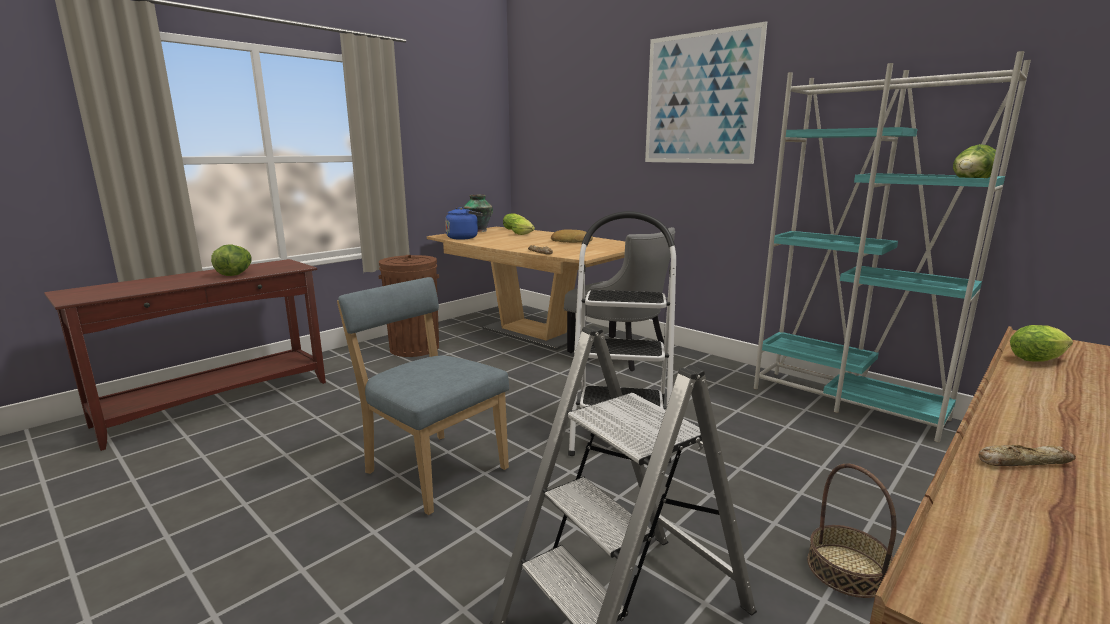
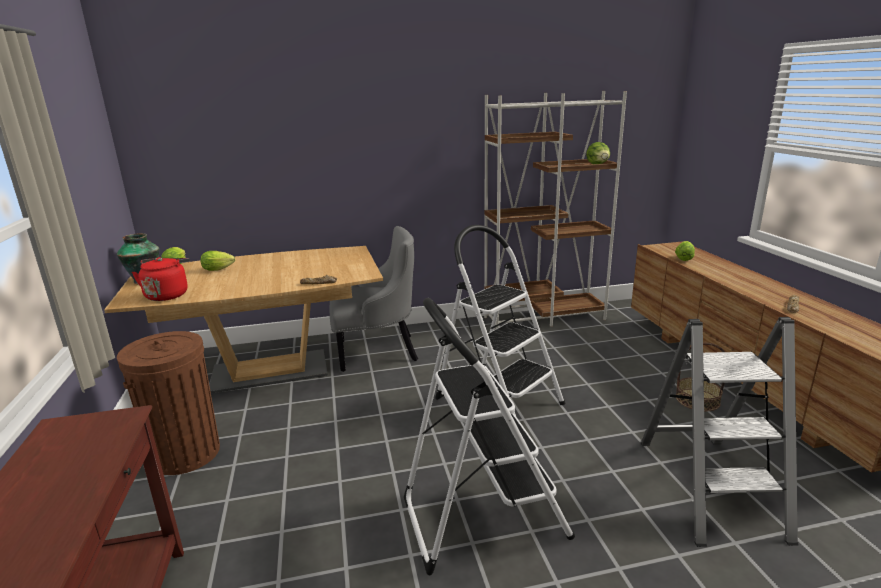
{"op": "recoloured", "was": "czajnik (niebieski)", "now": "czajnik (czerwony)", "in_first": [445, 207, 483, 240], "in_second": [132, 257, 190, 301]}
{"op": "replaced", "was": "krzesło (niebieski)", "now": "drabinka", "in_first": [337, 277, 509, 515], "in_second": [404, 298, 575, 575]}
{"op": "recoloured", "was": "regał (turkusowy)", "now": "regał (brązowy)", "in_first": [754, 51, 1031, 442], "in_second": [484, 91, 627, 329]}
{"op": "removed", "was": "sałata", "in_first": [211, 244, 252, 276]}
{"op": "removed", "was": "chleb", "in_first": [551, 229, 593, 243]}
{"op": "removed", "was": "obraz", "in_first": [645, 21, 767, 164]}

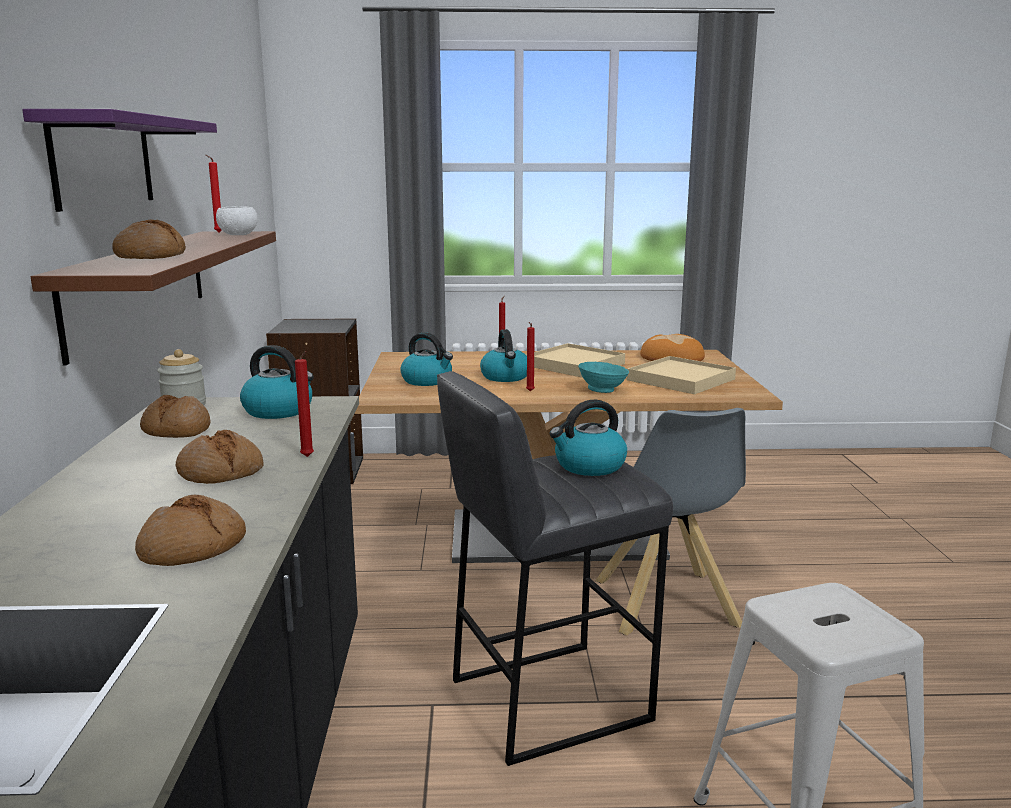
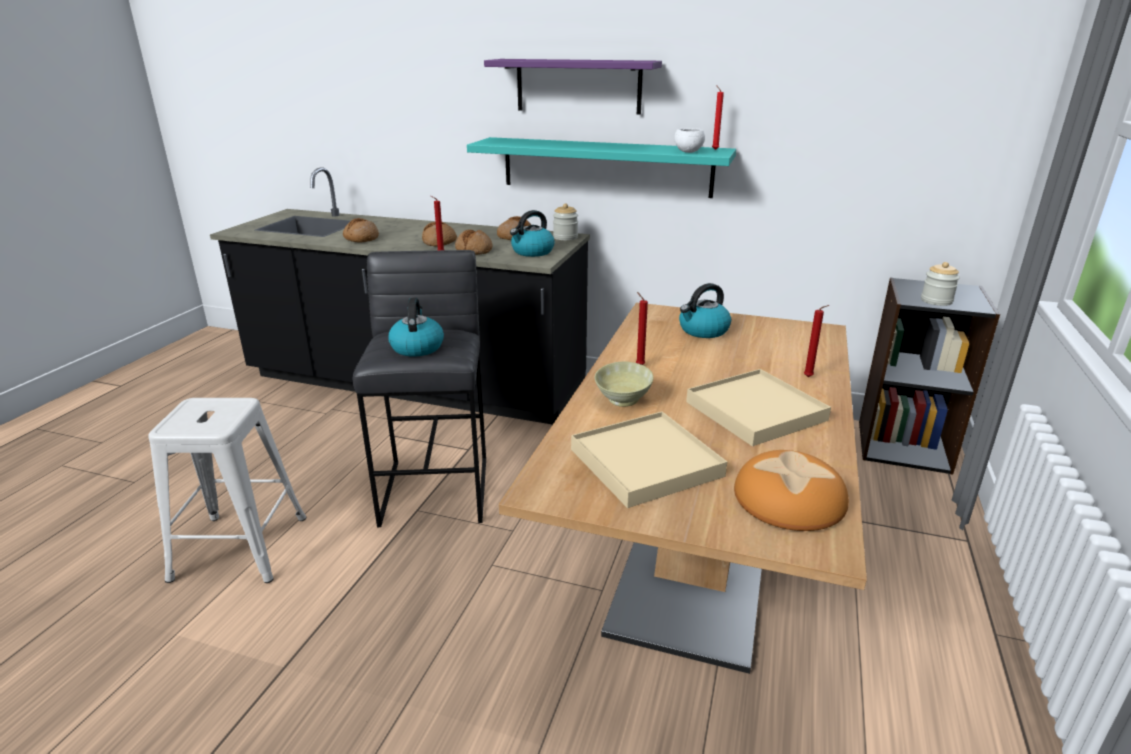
{"op": "moved", "was": "chleb", "in_first": [112, 219, 186, 259], "in_second": [455, 230, 492, 255]}
{"op": "recoloured", "was": "półka (brązowy)", "now": "półka (turkusowy)", "in_first": [31, 231, 276, 366], "in_second": [467, 137, 736, 198]}
{"op": "recoloured", "was": "miska (turkusowy)", "now": "miska (beżowy)", "in_first": [578, 362, 629, 393], "in_second": [595, 361, 653, 407]}
{"op": "added", "now": "słoik", "in_second": [921, 262, 960, 306]}
{"op": "removed", "was": "czajnik", "in_first": [480, 329, 527, 382]}
{"op": "removed", "was": "krzesło (szary)", "in_first": [595, 408, 746, 635]}

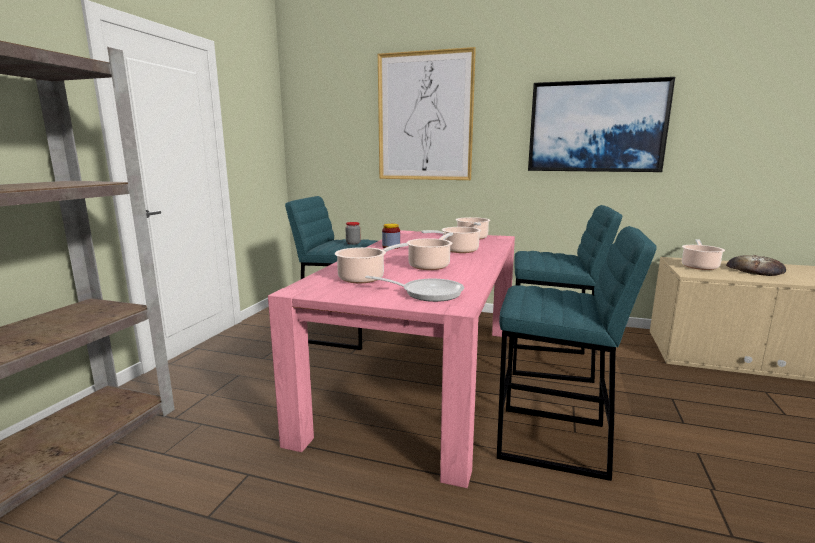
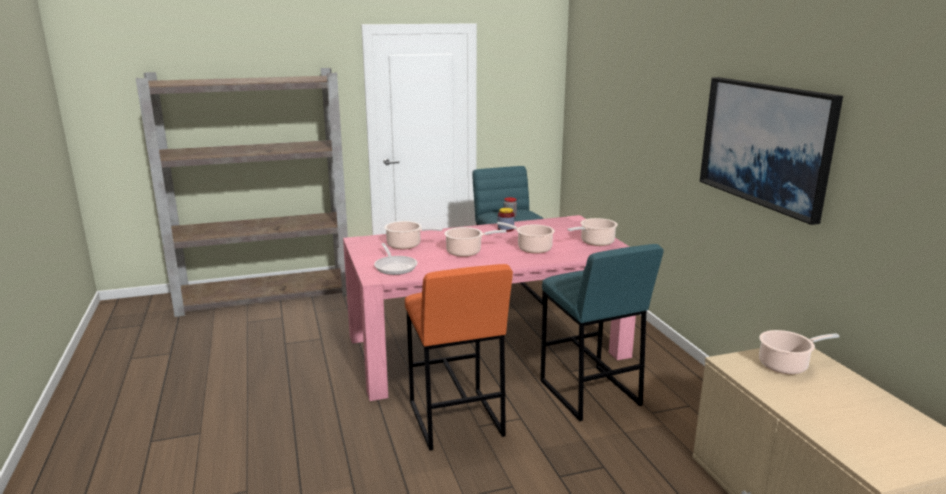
{"op": "recoloured", "was": "stołek (turkusowy)", "now": "stołek (pomarańczowy)", "in_first": [497, 226, 657, 481], "in_second": [405, 264, 513, 451]}
{"op": "removed", "was": "obraz", "in_first": [378, 47, 476, 180]}
{"op": "removed", "was": "chleb", "in_first": [726, 255, 786, 276]}

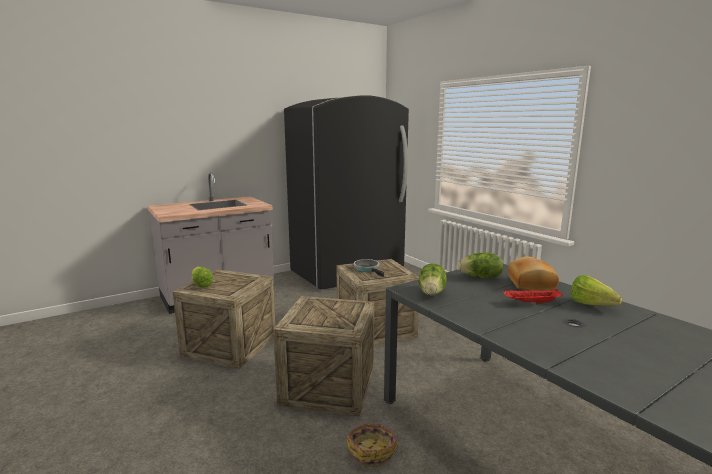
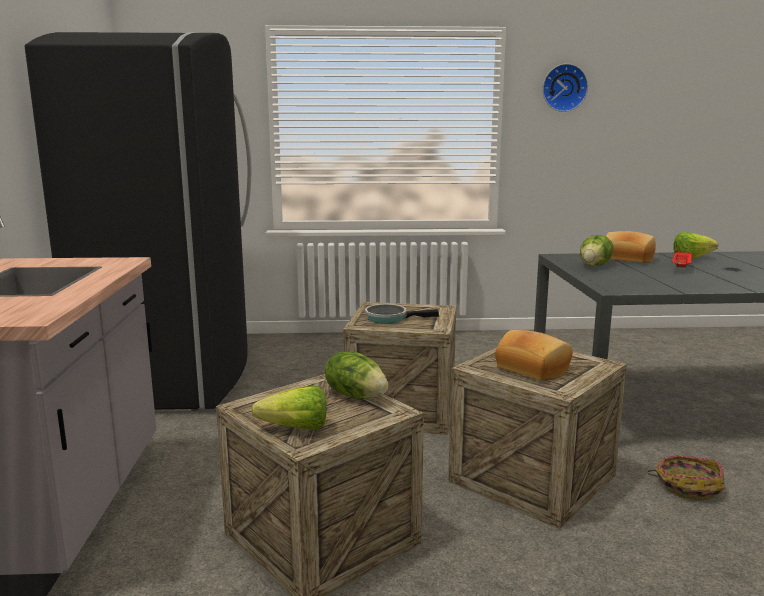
{"op": "moved", "was": "sałata", "in_first": [419, 264, 447, 296], "in_second": [325, 352, 388, 399]}
{"op": "added", "now": "chleb", "in_second": [495, 330, 573, 381]}
{"op": "added", "now": "zegar ścienny", "in_second": [543, 64, 588, 112]}

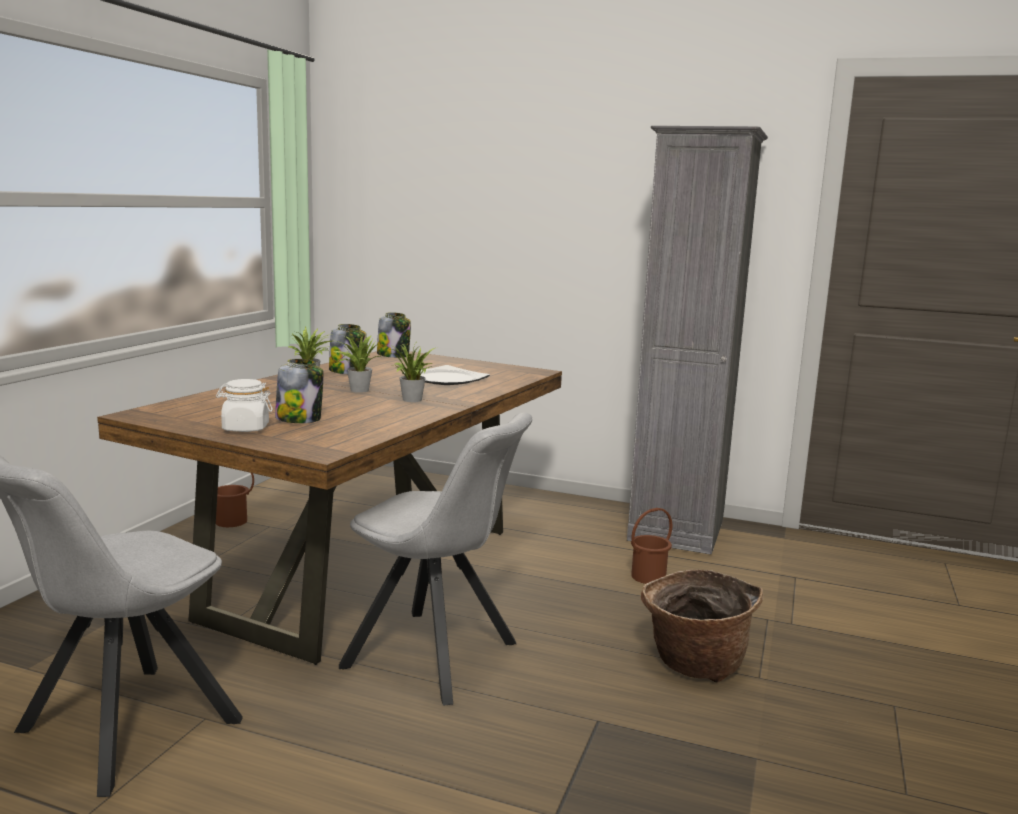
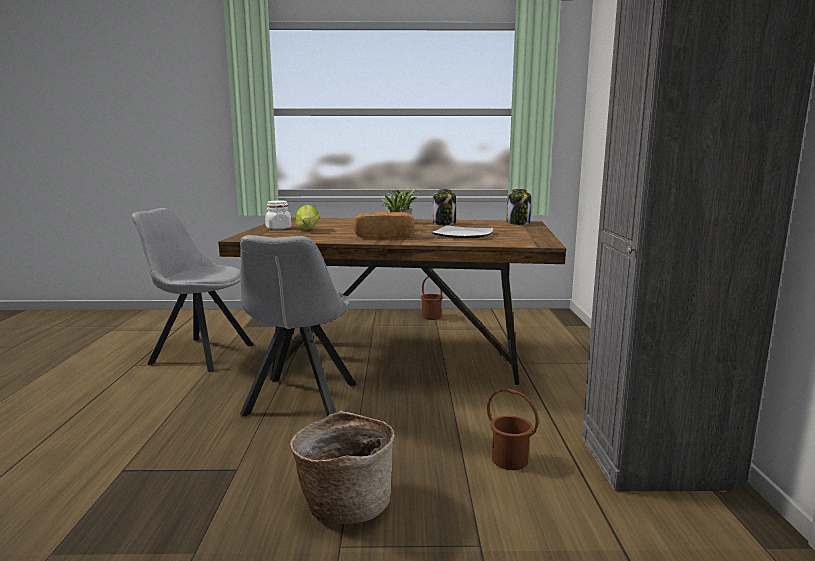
{"op": "replaced", "was": "słoik", "now": "sałata", "in_first": [275, 359, 324, 423], "in_second": [296, 204, 320, 230]}
{"op": "replaced", "was": "roślina doniczkowa", "now": "chleb", "in_first": [390, 343, 435, 402], "in_second": [353, 212, 414, 238]}

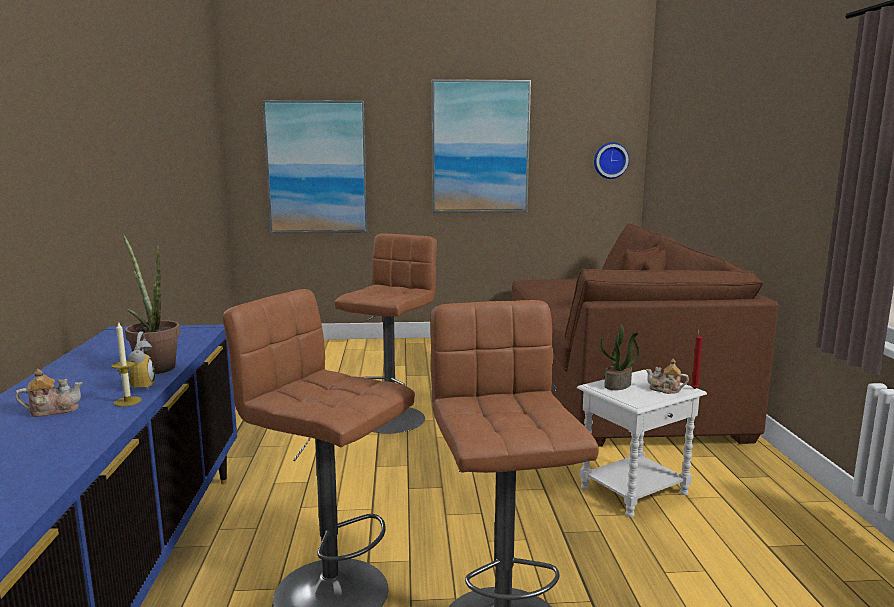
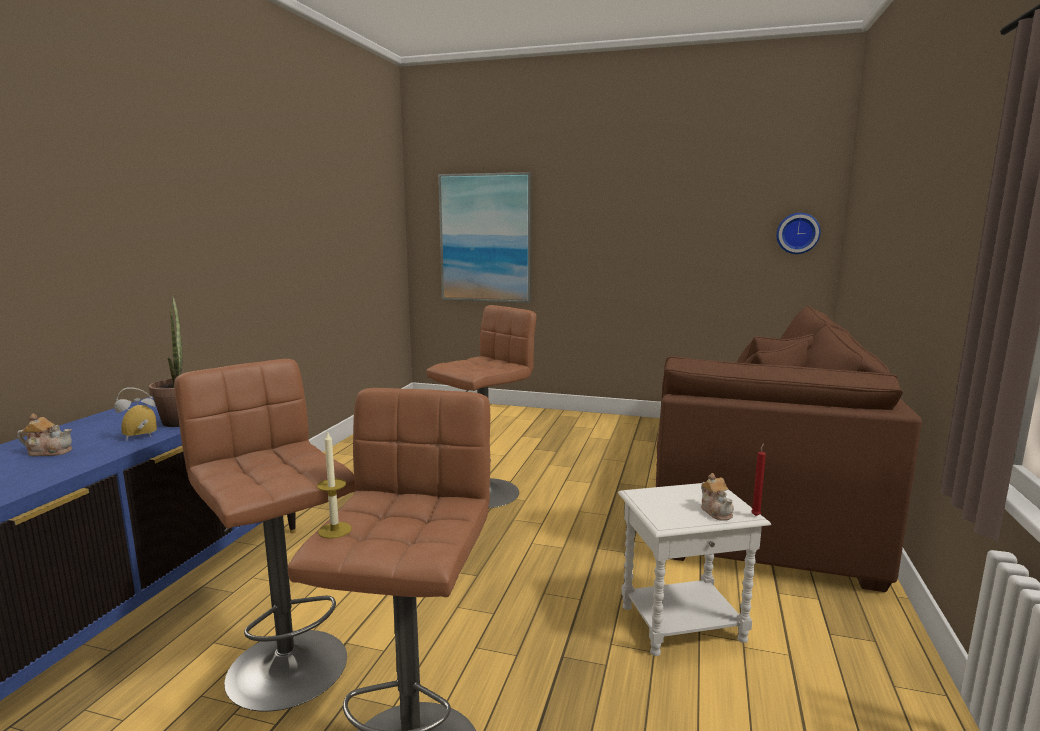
{"op": "turned", "was": "budzik", "in_first": [116, 331, 155, 391], "in_second": [114, 387, 157, 440], "clockwise": -135}
{"op": "moved", "was": "świeca", "in_first": [111, 321, 142, 407], "in_second": [317, 431, 352, 539]}
{"op": "turned", "was": "imbryk", "in_first": [646, 359, 689, 394], "in_second": [701, 473, 734, 521], "clockwise": -150}
{"op": "removed", "was": "obraz", "in_first": [432, 79, 531, 213]}
{"op": "removed", "was": "roślina doniczkowa", "in_first": [600, 325, 639, 390]}

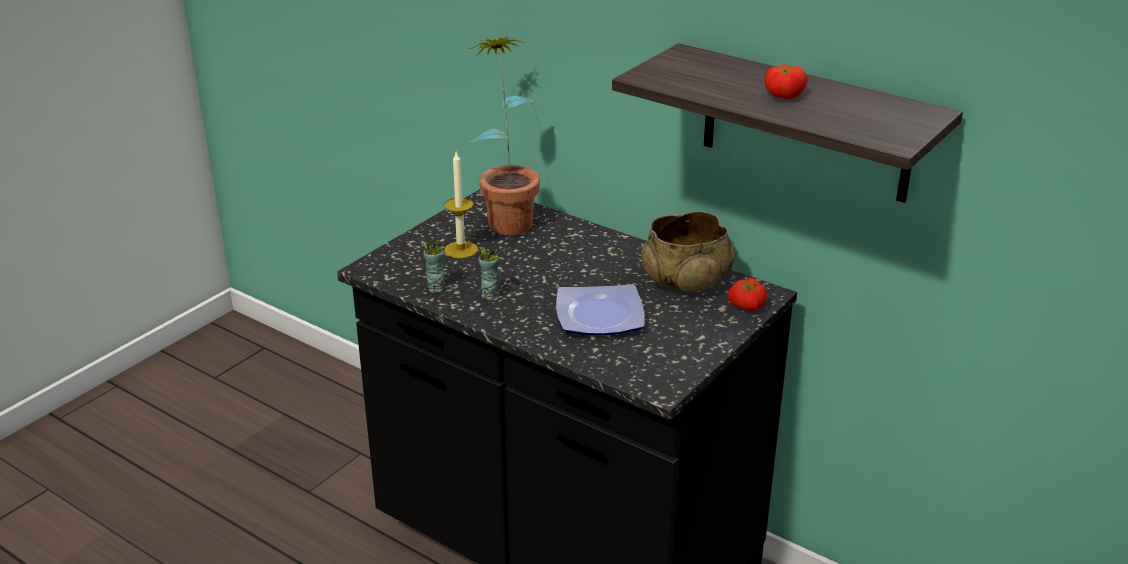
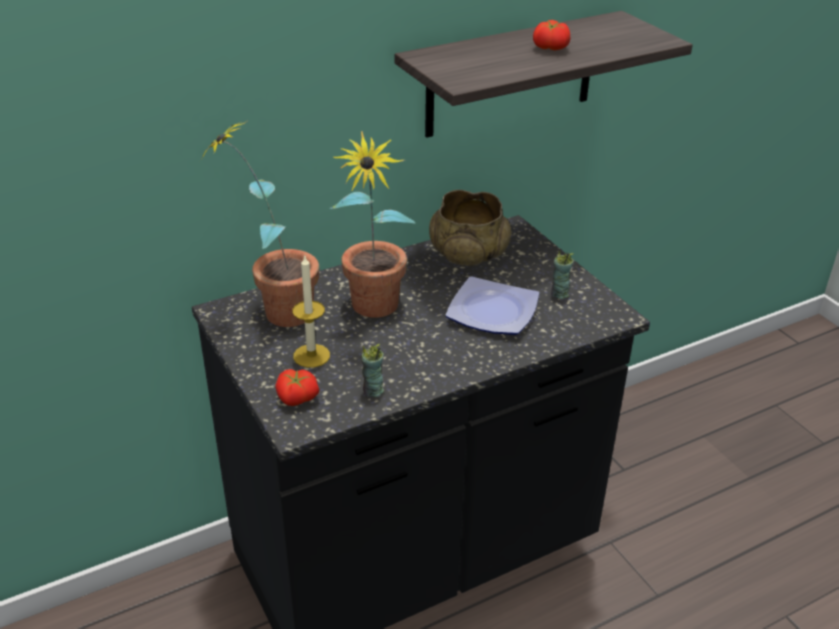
{"op": "moved", "was": "pomidor", "in_first": [728, 278, 767, 311], "in_second": [275, 369, 319, 406]}
{"op": "added", "now": "roślina doniczkowa", "in_second": [330, 131, 415, 318]}
{"op": "moved", "was": "filiżanka", "in_first": [478, 246, 500, 300], "in_second": [551, 251, 574, 299]}

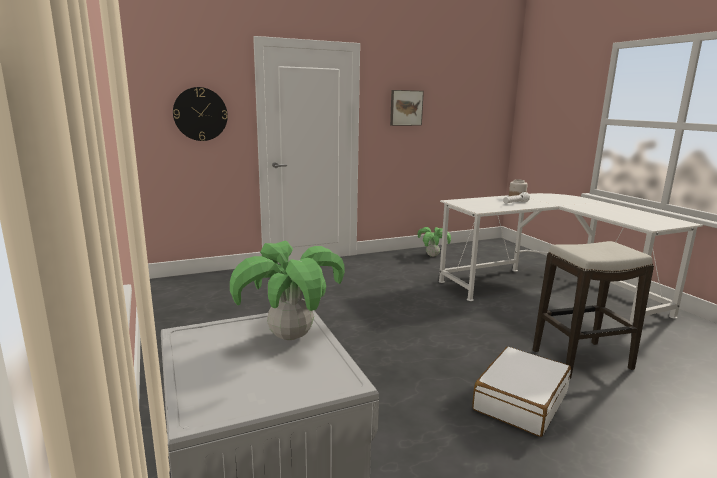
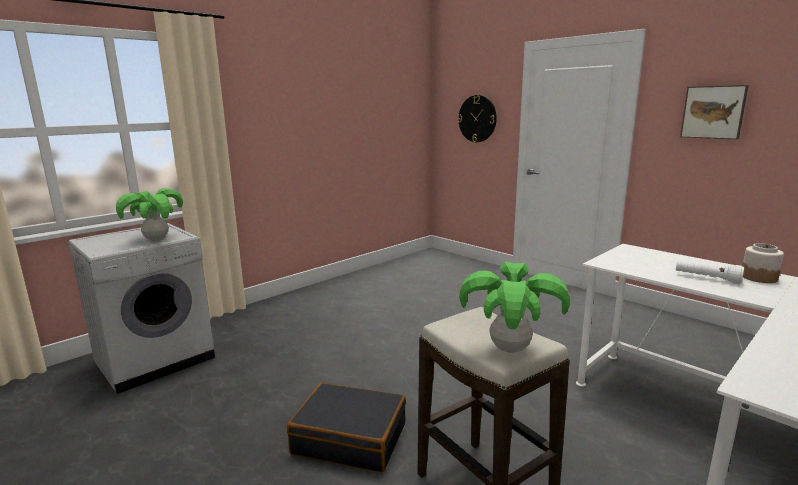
{"op": "recoloured", "was": "walizka (biały)", "now": "walizka (czarny)", "in_first": [472, 347, 571, 437], "in_second": [287, 383, 406, 472]}
{"op": "moved", "was": "roślina doniczkowa", "in_first": [417, 227, 451, 257], "in_second": [459, 261, 570, 353]}

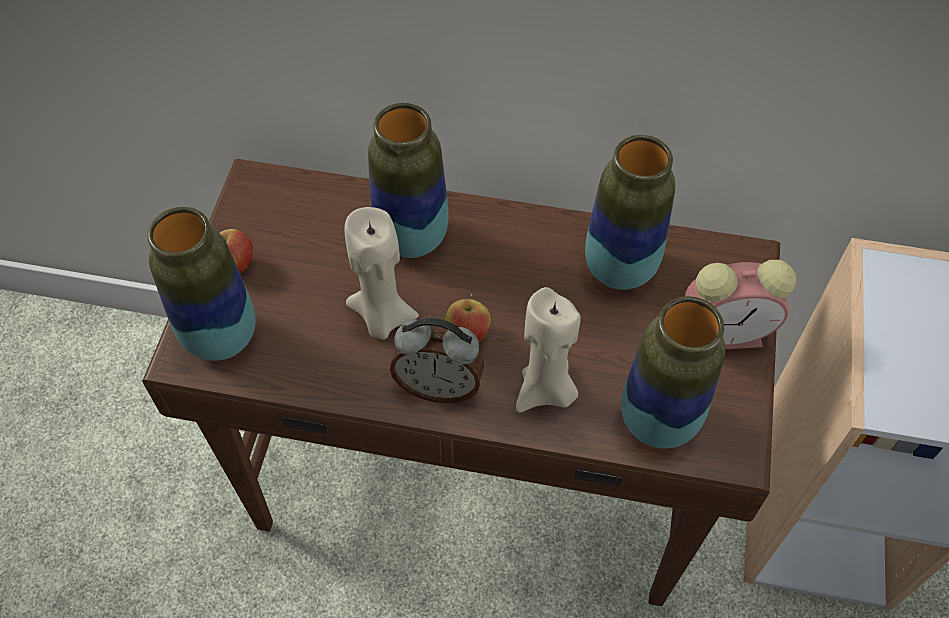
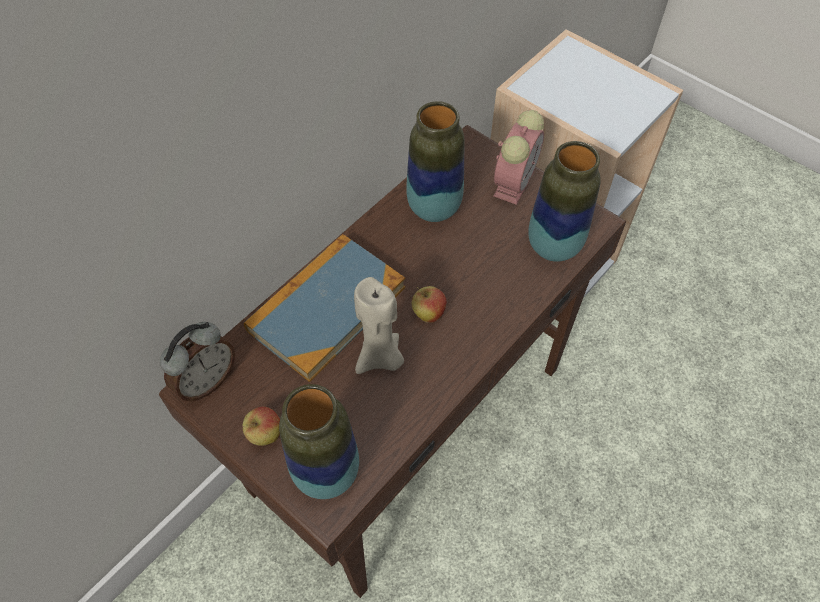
{"op": "moved", "was": "budzik", "in_first": [390, 318, 484, 404], "in_second": [160, 322, 235, 402]}
{"op": "replaced", "was": "wazon", "now": "książka", "in_first": [368, 103, 448, 258], "in_second": [244, 234, 405, 382]}
{"op": "removed", "was": "świeca (beżowy)", "in_first": [516, 287, 581, 412]}

